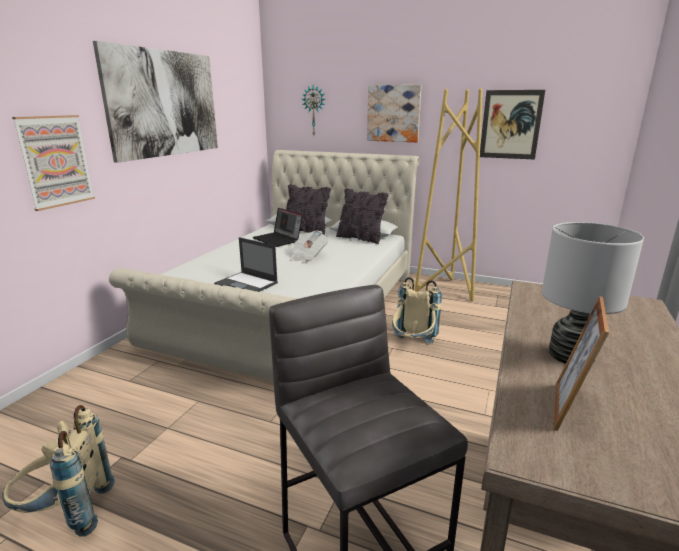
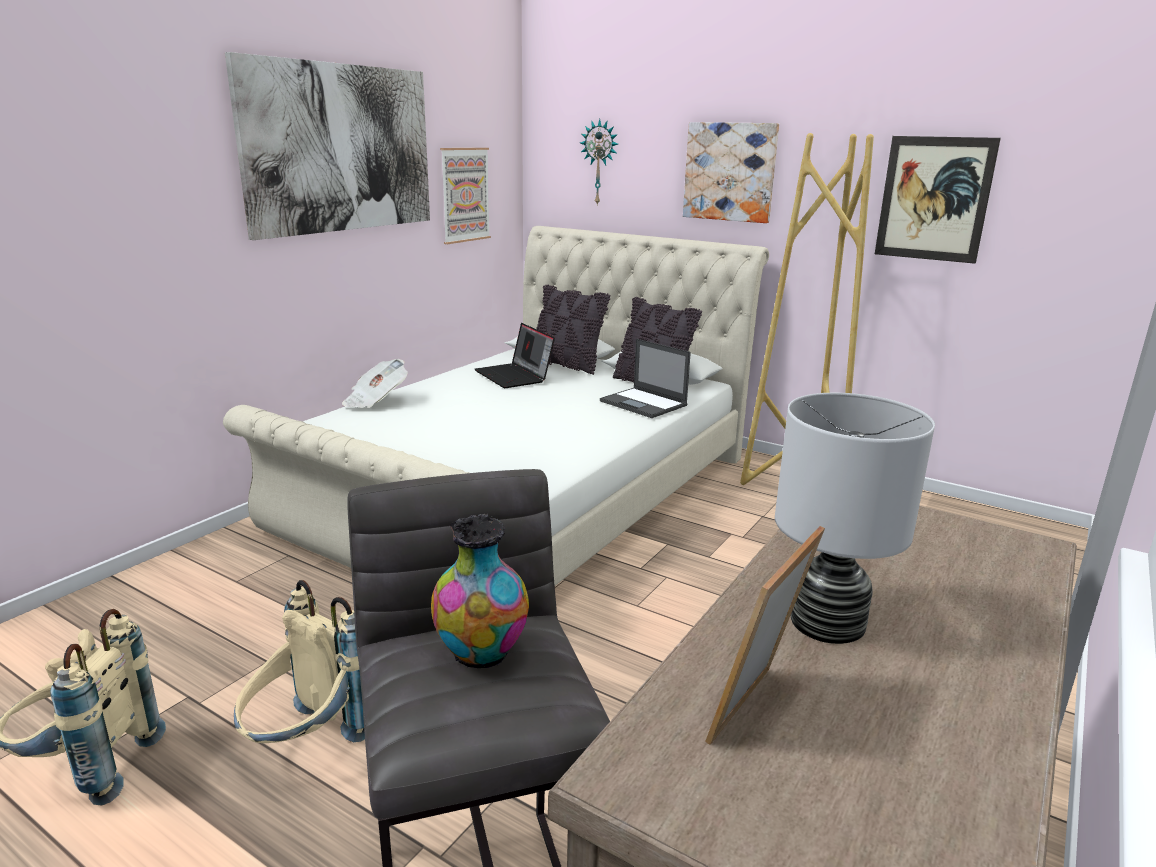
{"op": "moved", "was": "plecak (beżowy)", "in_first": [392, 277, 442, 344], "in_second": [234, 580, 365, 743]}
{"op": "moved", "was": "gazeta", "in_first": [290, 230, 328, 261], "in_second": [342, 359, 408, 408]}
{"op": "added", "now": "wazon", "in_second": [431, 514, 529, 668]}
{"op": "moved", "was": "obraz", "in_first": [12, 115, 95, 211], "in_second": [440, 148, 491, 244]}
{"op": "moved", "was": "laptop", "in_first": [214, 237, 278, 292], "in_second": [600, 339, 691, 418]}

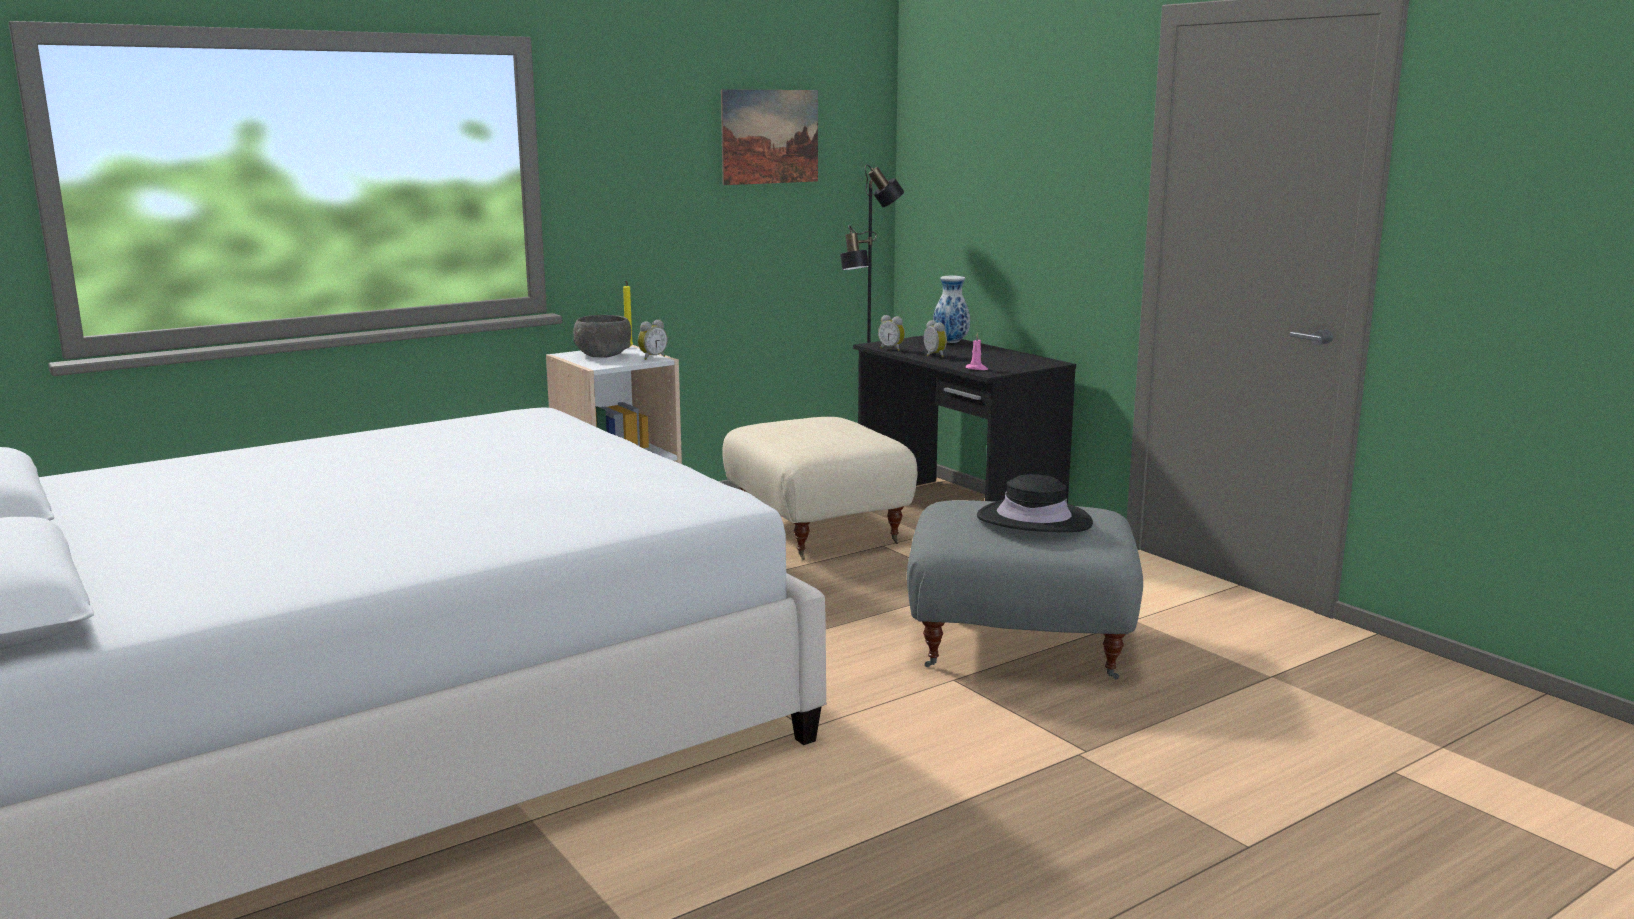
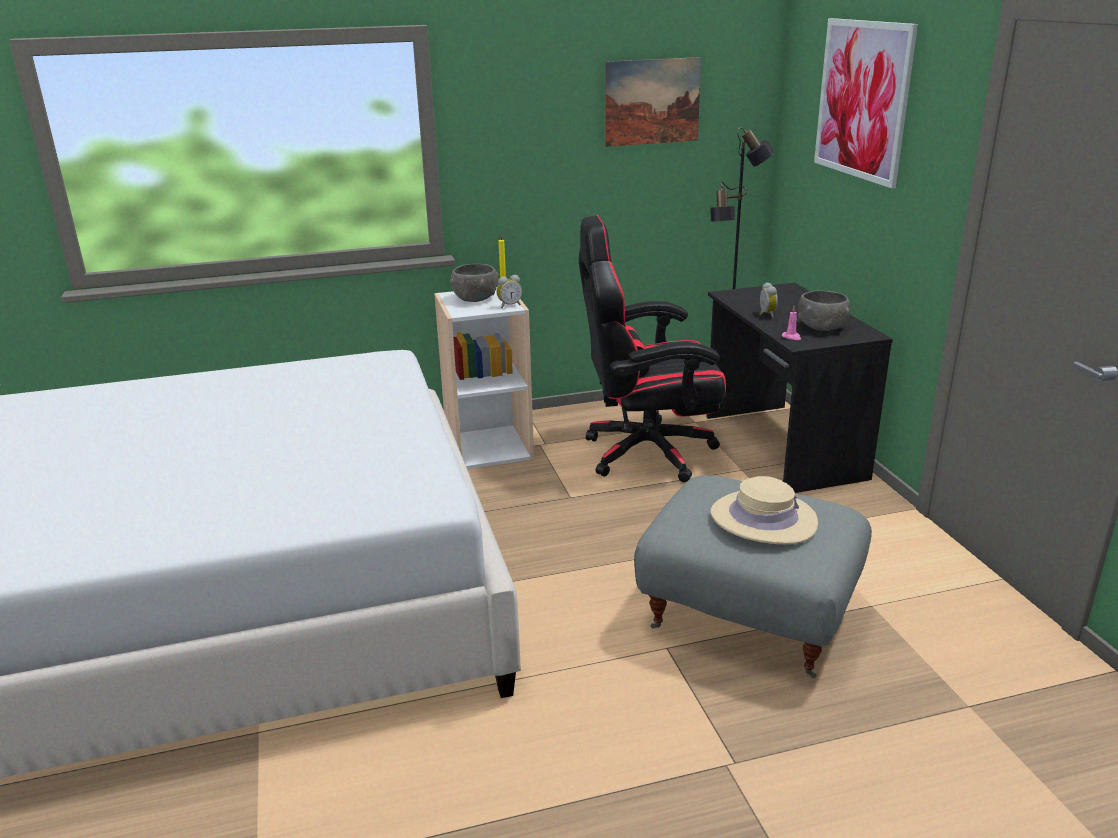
{"op": "replaced", "was": "pufa (beżowy)", "now": "krzesło biurowe (czarny)", "in_first": [722, 417, 918, 560], "in_second": [579, 215, 726, 482]}
{"op": "recoloured", "was": "kapelusz (czarny)", "now": "kapelusz (beżowy)", "in_first": [977, 474, 1093, 532], "in_second": [711, 476, 818, 544]}
{"op": "added", "now": "miska (szary)", "in_second": [798, 290, 850, 331]}
{"op": "added", "now": "obraz", "in_second": [814, 18, 918, 188]}
{"op": "removed", "was": "budzik", "in_first": [878, 315, 905, 351]}
{"op": "removed", "was": "wazon", "in_first": [933, 276, 970, 343]}

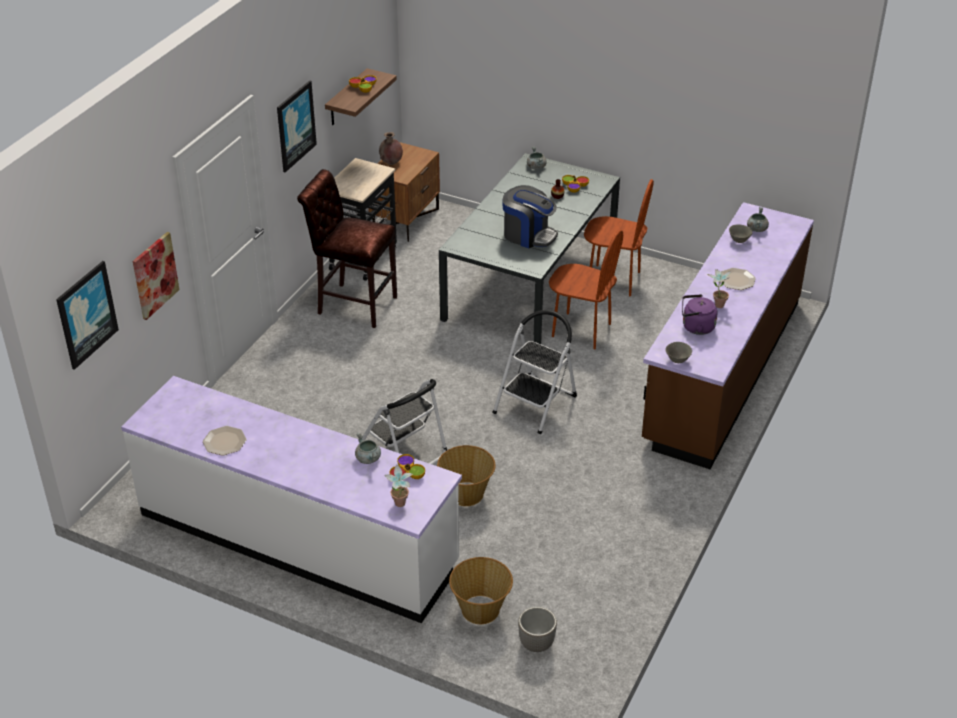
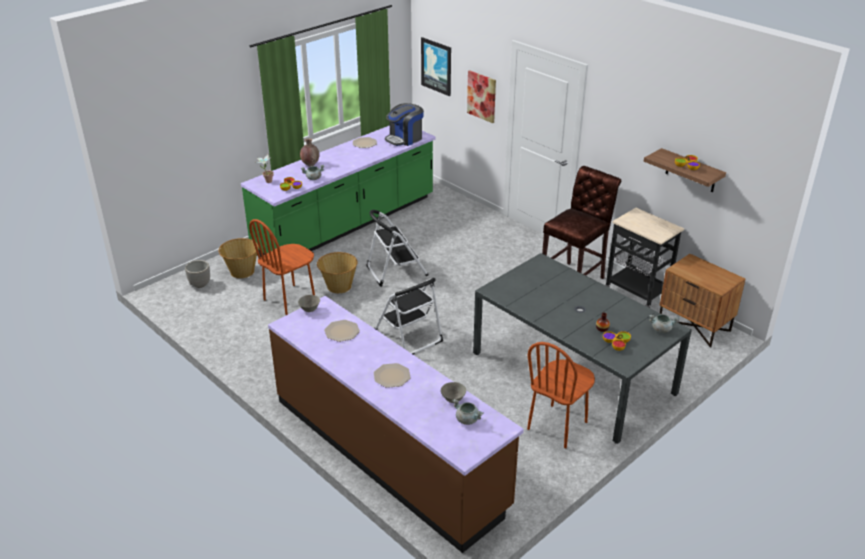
{"op": "recoloured", "was": "zabudowa kuchenna (biały)", "now": "zabudowa kuchenna (zielony)", "in_first": [121, 376, 462, 623], "in_second": [241, 125, 436, 257]}
{"op": "moved", "was": "krzesło (brązowy)", "in_first": [549, 230, 623, 349], "in_second": [249, 219, 315, 315]}
{"op": "moved", "was": "wazon (brązowy)", "in_first": [379, 132, 403, 165], "in_second": [300, 138, 320, 166]}
{"op": "replaced", "was": "czajnik (fioletowy)", "now": "talerz", "in_first": [682, 294, 717, 335], "in_second": [324, 320, 360, 342]}
{"op": "moved", "was": "ekspres do kawy", "in_first": [503, 185, 558, 248], "in_second": [385, 103, 424, 146]}
{"op": "removed", "was": "obraz", "in_first": [277, 80, 317, 172]}
{"op": "removed", "was": "roślina doniczkowa", "in_first": [708, 269, 731, 308]}

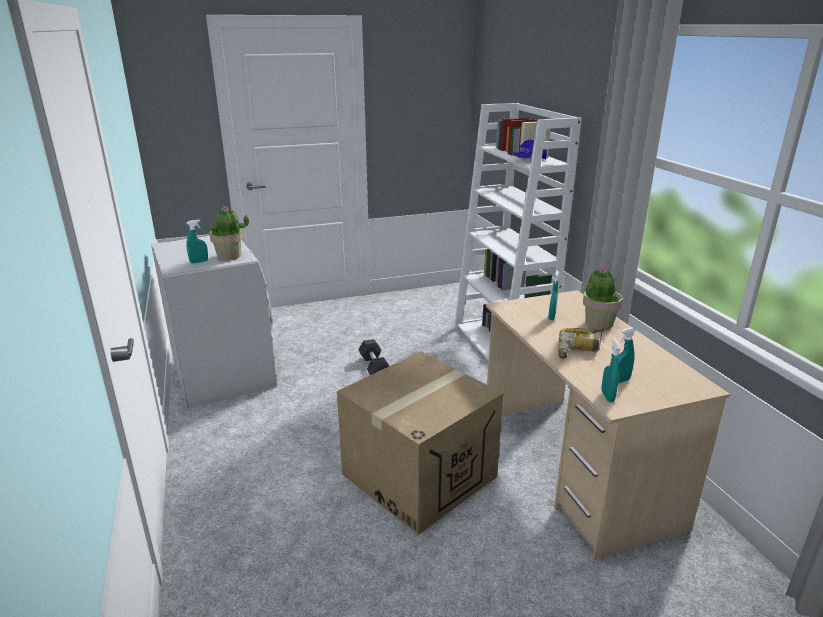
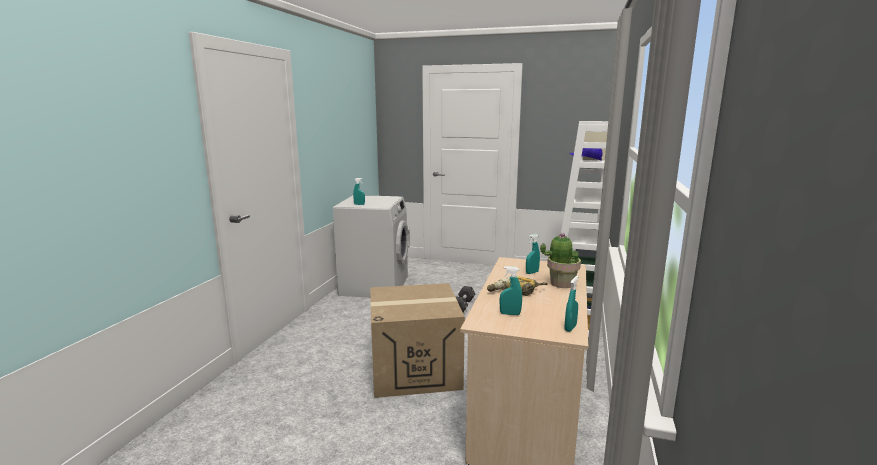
{"op": "moved", "was": "spryskiwacz (turkusowy)", "in_first": [601, 337, 620, 402], "in_second": [565, 276, 579, 332]}
{"op": "removed", "was": "roślina doniczkowa", "in_first": [209, 206, 249, 260]}

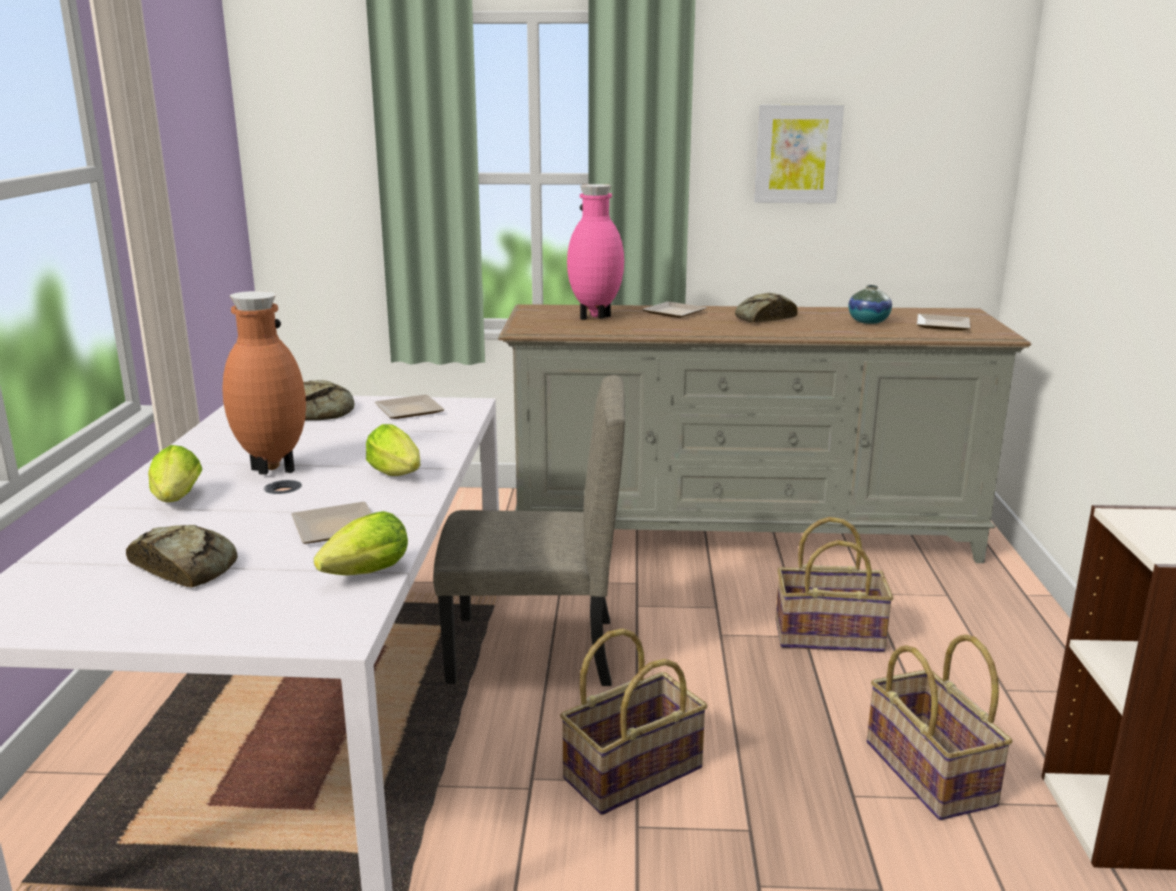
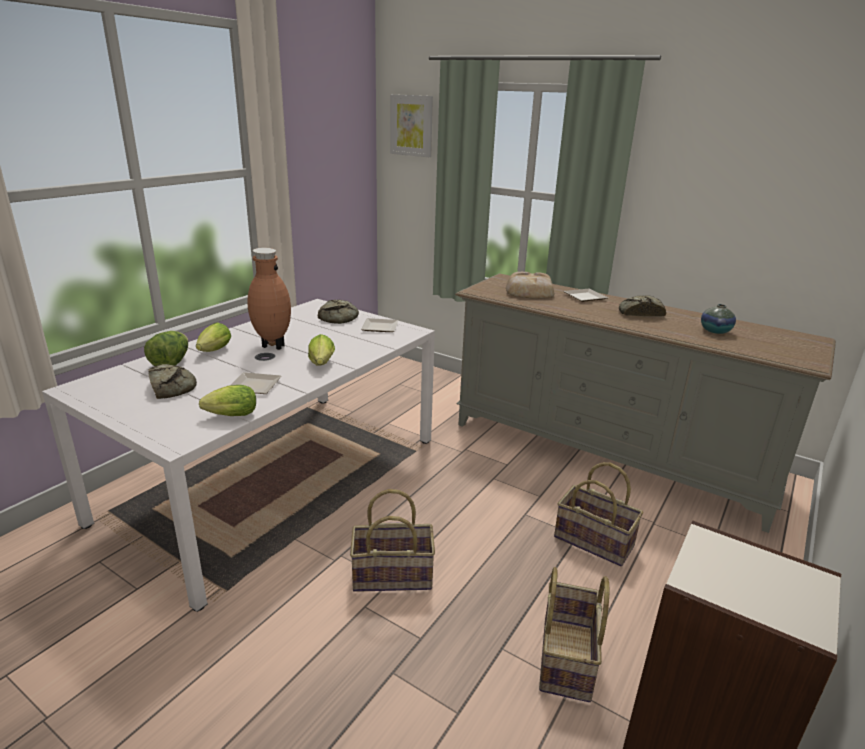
{"op": "added", "now": "sałata", "in_second": [144, 331, 188, 366]}
{"op": "moved", "was": "obraz", "in_first": [754, 105, 844, 203], "in_second": [390, 95, 433, 157]}
{"op": "replaced", "was": "wazon (różowy)", "now": "chleb", "in_first": [567, 184, 624, 320], "in_second": [506, 272, 554, 299]}
{"op": "removed", "was": "krzesło (beżowy)", "in_first": [433, 375, 625, 686]}
{"op": "removed", "was": "talerz", "in_first": [917, 314, 970, 331]}

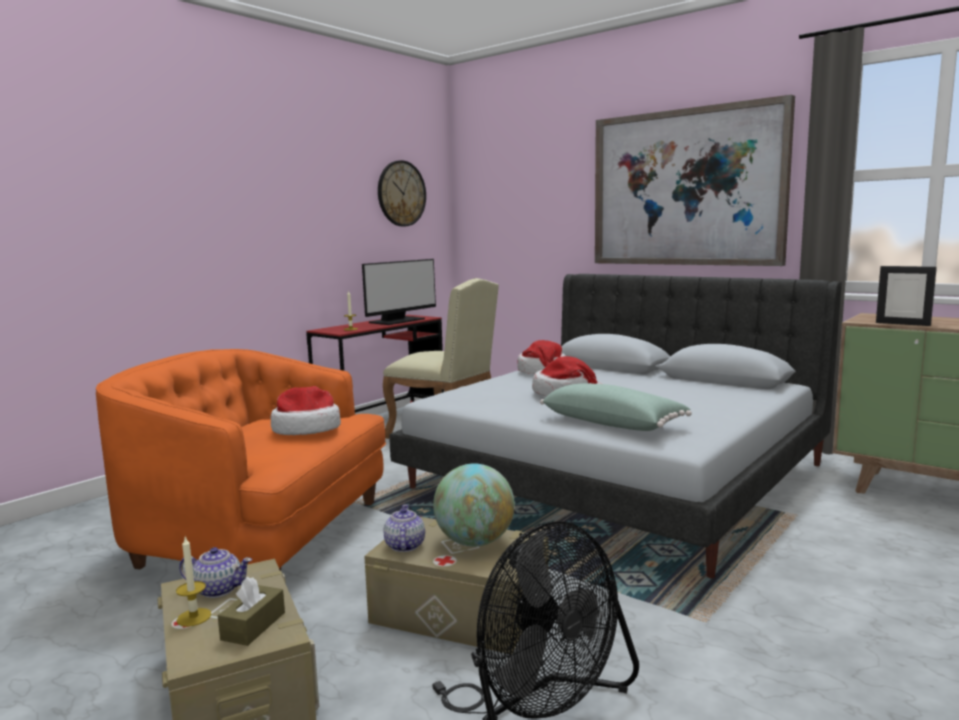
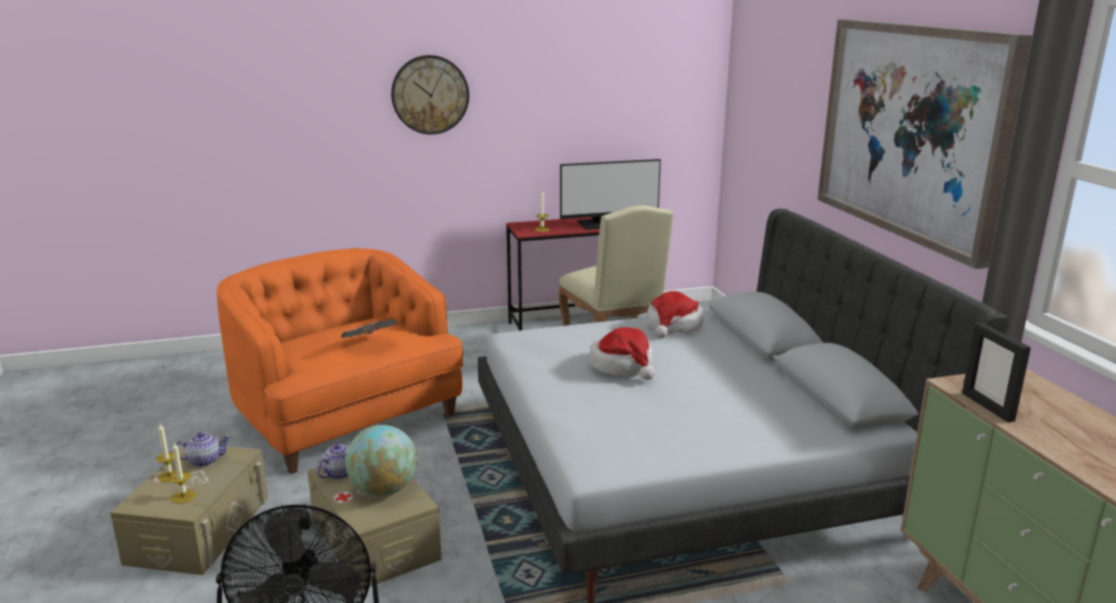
{"op": "replaced", "was": "pudełko chusteczek (brązowy)", "now": "świeca", "in_first": [218, 577, 285, 646], "in_second": [170, 442, 196, 503]}
{"op": "turned", "was": "imbryk", "in_first": [179, 547, 252, 598], "in_second": [175, 432, 231, 467], "clockwise": -60}
{"op": "replaced", "was": "kapelusz", "now": "gazeta", "in_first": [271, 386, 341, 435], "in_second": [341, 319, 397, 338]}
{"op": "moved", "was": "zegar ścienny", "in_first": [378, 160, 426, 227], "in_second": [391, 55, 469, 135]}
{"op": "removed", "was": "poduszka (zielony)", "in_first": [540, 383, 692, 431]}

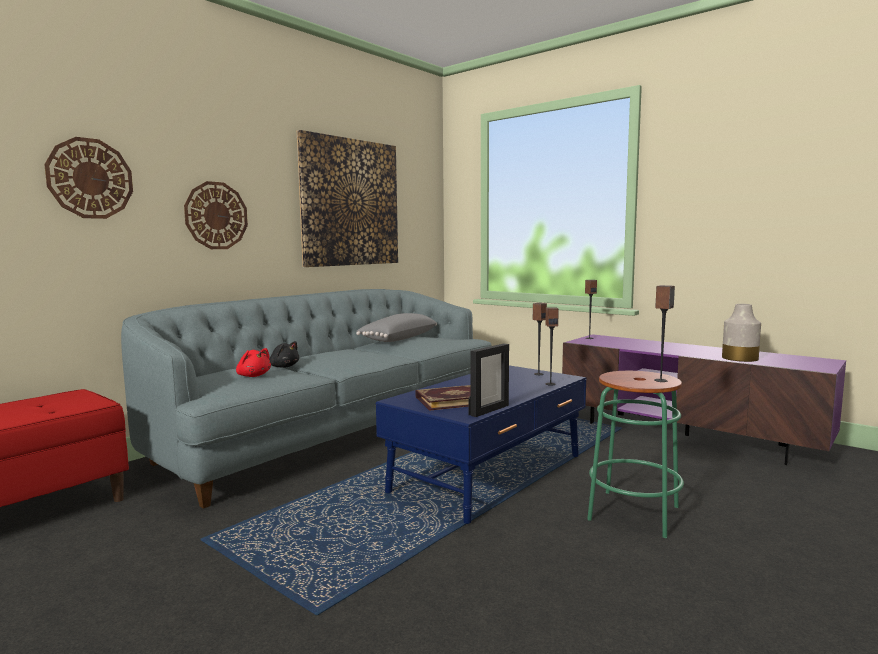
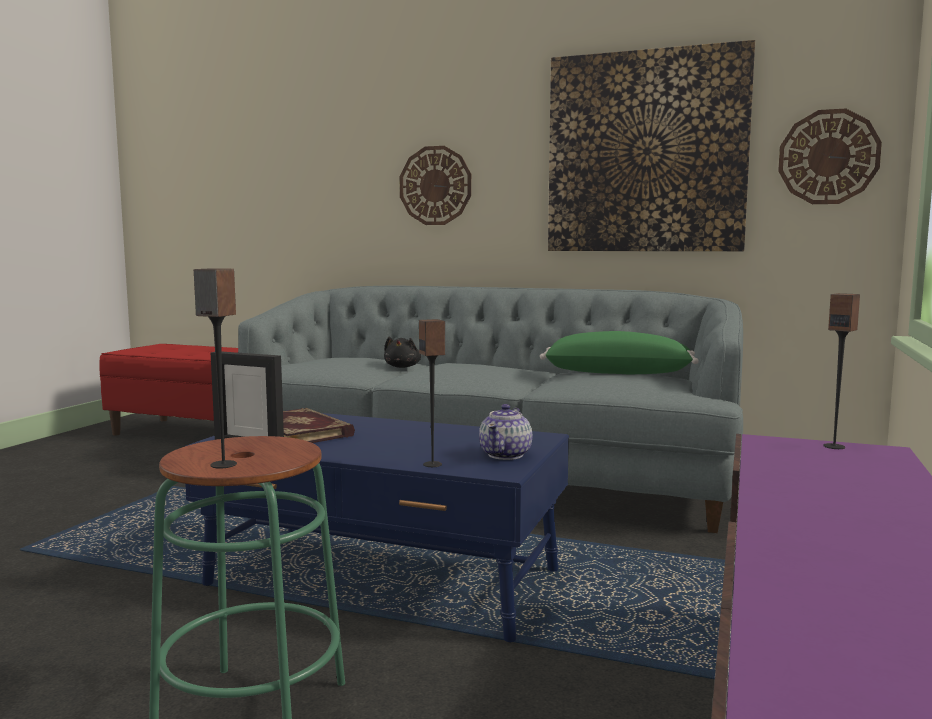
{"op": "replaced", "was": "głośnik", "now": "imbryk", "in_first": [533, 303, 547, 375], "in_second": [479, 404, 532, 460]}
{"op": "recoloured", "was": "poduszka (szary)", "now": "poduszka (zielony)", "in_first": [356, 313, 437, 342], "in_second": [540, 331, 699, 374]}
{"op": "moved", "was": "zegar ścienny", "in_first": [44, 137, 133, 219], "in_second": [778, 108, 882, 204]}
{"op": "removed", "was": "pluszak (czerwony)", "in_first": [236, 348, 271, 377]}
{"op": "removed", "was": "wazon (beżowy)", "in_first": [722, 304, 761, 362]}

